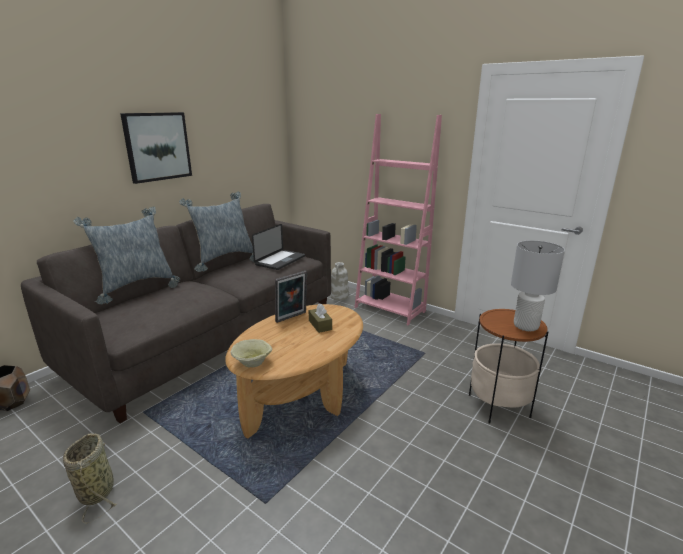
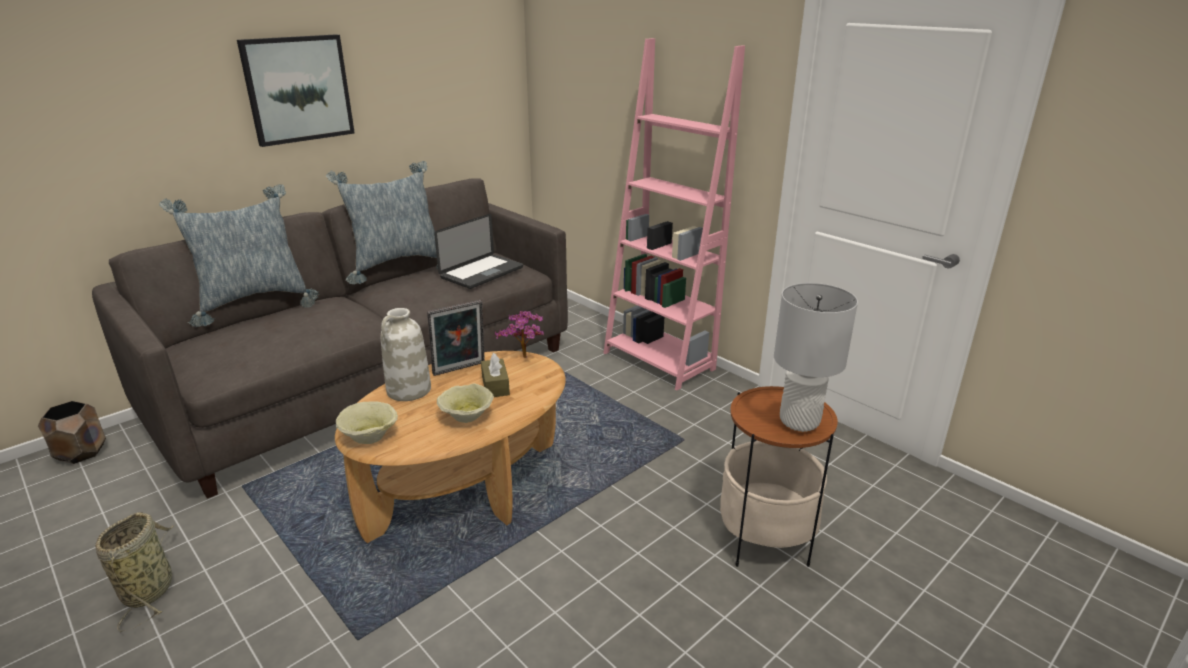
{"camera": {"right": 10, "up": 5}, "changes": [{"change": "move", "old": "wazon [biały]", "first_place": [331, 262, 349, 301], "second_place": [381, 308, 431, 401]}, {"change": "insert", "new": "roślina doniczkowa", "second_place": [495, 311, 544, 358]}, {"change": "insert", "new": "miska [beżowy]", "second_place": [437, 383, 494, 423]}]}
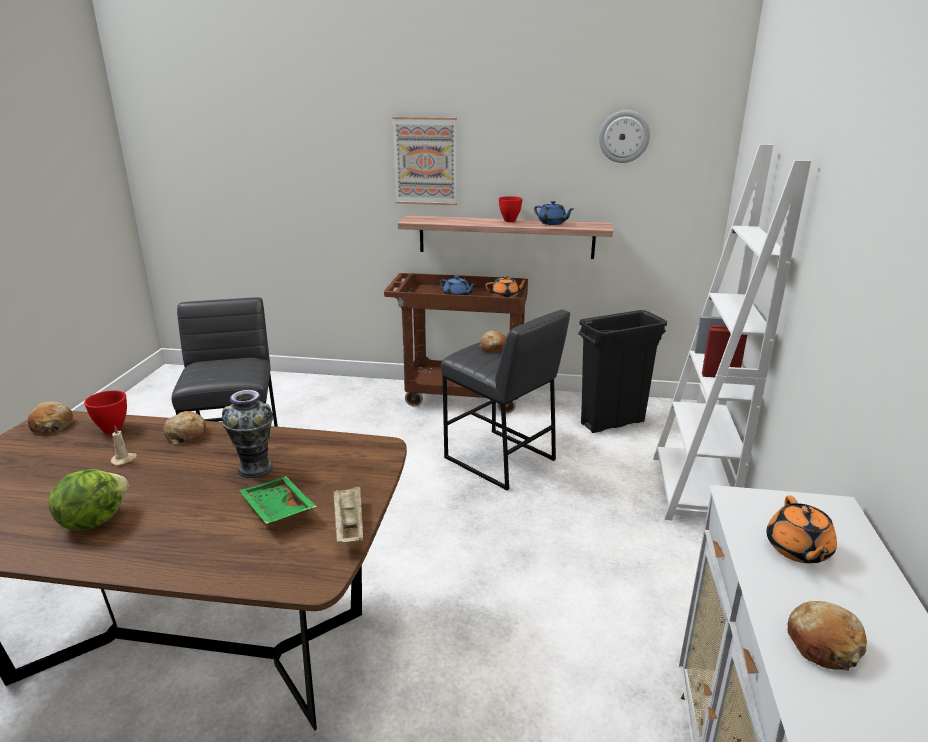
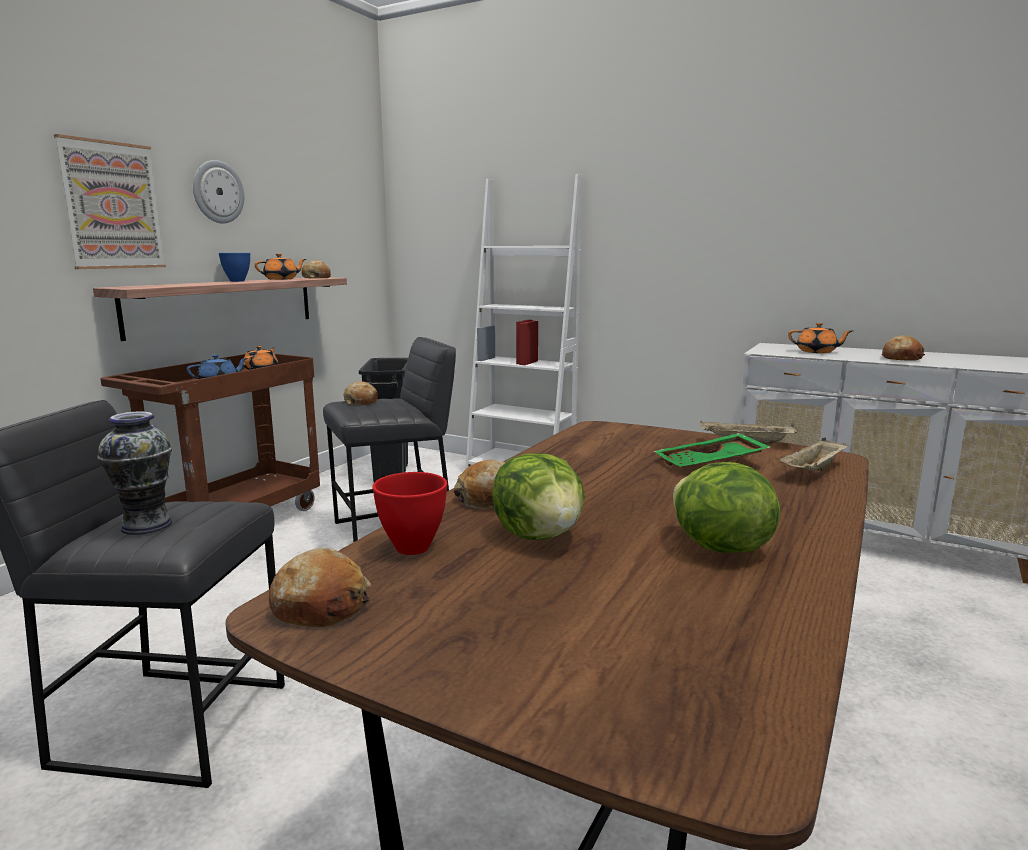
{"camera": {"right": -70, "up": -10}, "changes": [{"change": "move", "old": "zegar ścienny", "first_place": [599, 110, 650, 163], "second_place": [193, 160, 244, 223]}, {"change": "recolor", "old": "miska [czerwony]", "new": "miska [niebieski]", "first_place": [499, 196, 523, 222], "second_place": [219, 253, 250, 282]}, {"change": "recolor", "old": "imbryk [niebieski]", "new": "imbryk [pomarańczowy]", "first_place": [534, 201, 574, 225], "second_place": [255, 253, 306, 280]}, {"change": "move", "old": "wazon", "first_place": [222, 390, 273, 478], "second_place": [97, 412, 172, 535]}, {"change": "replace", "old": "świeca [beżowy]", "new": "sałata", "first_place": [110, 426, 137, 466], "second_place": [492, 453, 585, 540]}, {"change": "insert", "new": "chleb", "second_place": [302, 260, 331, 278]}, {"change": "insert", "new": "taca [beżowy]", "second_place": [779, 438, 848, 471]}]}
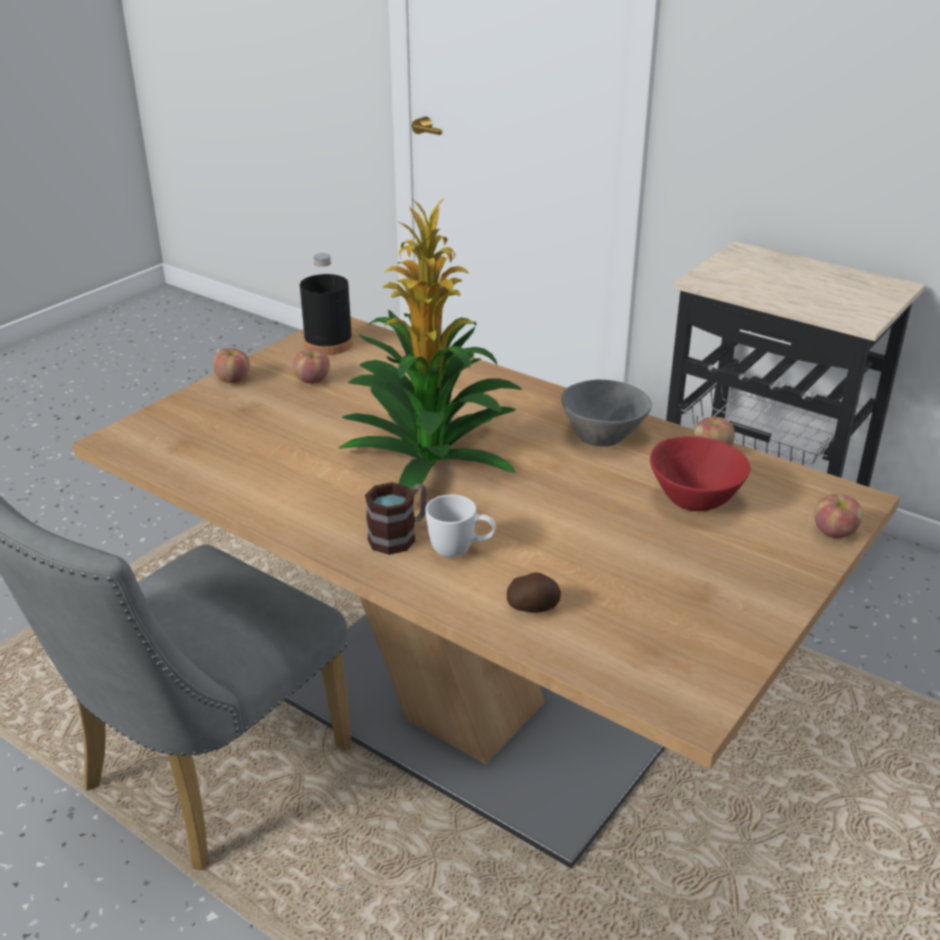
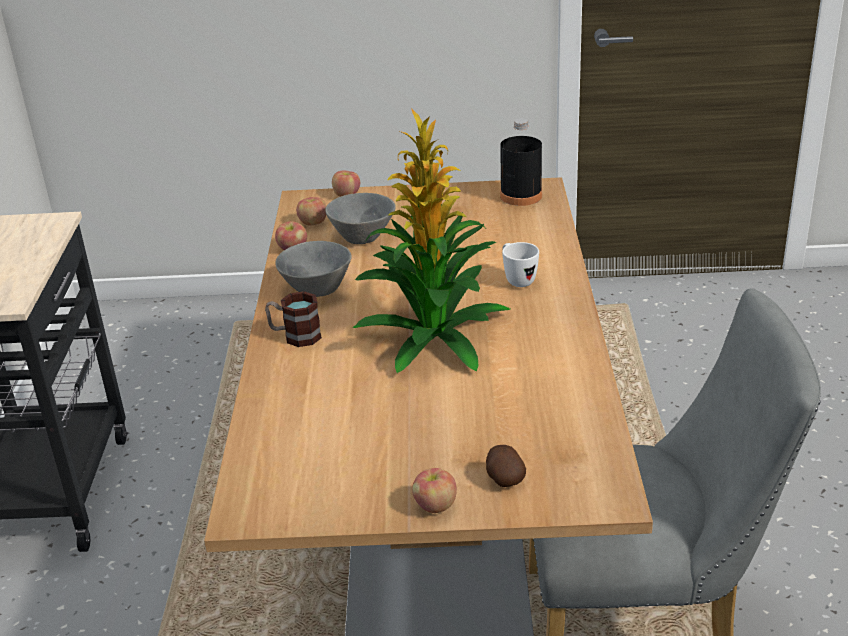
{"camera": {"right": -125, "up": 0}, "changes": [{"change": "move", "old": "butelka [czarny]", "first_place": [300, 253, 353, 355], "second_place": [500, 118, 542, 206]}, {"change": "move", "old": "jabłko", "first_place": [293, 348, 330, 384], "second_place": [296, 197, 326, 226]}, {"change": "recolor", "old": "miska [czerwony]", "new": "miska [szary]", "first_place": [650, 436, 751, 511], "second_place": [325, 193, 396, 244]}, {"change": "move", "old": "kubek", "first_place": [365, 482, 427, 555], "second_place": [265, 291, 322, 347]}, {"change": "move", "old": "ziemniak", "first_place": [507, 572, 561, 613], "second_place": [486, 445, 526, 487]}]}
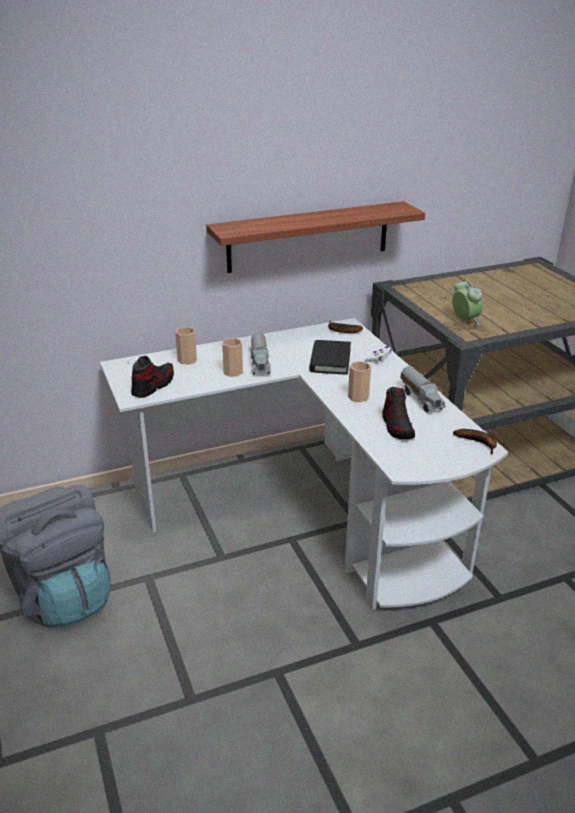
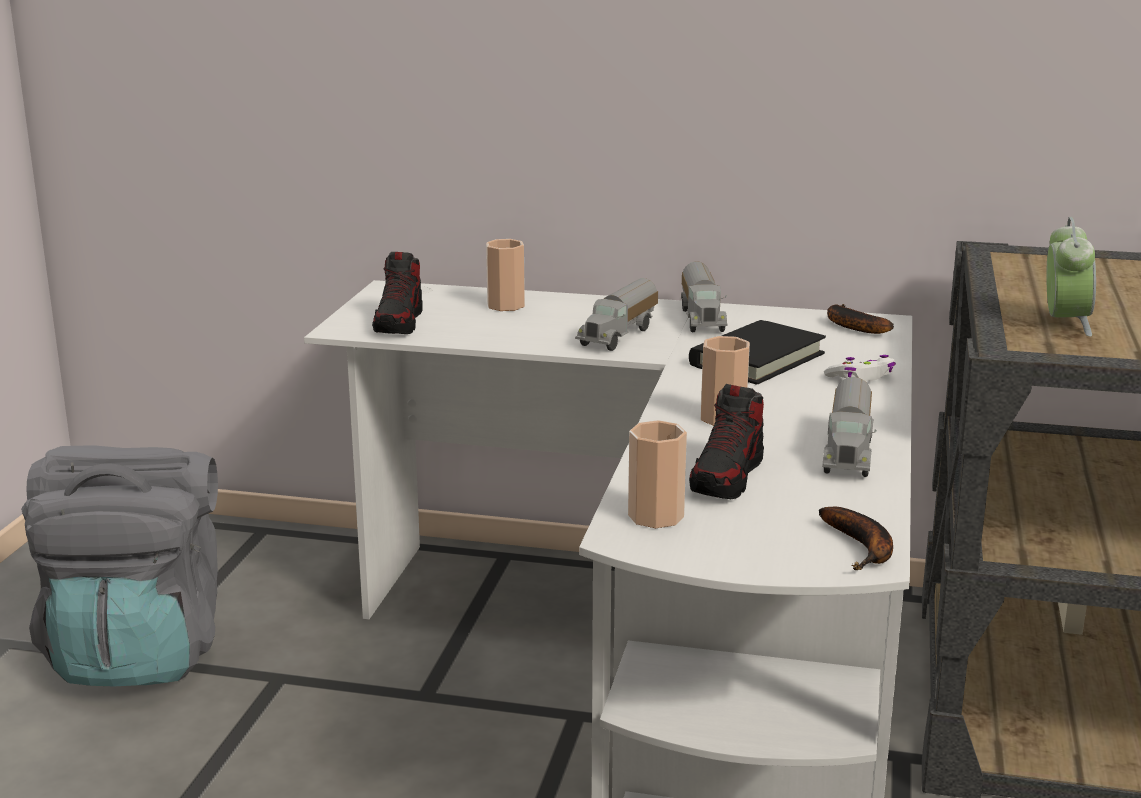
{"camera": {"right": 35, "up": -10}, "changes": [{"change": "delete", "old": "półka", "first_place": [206, 201, 425, 273]}, {"change": "move", "old": "filiżanka", "first_place": [222, 338, 243, 377], "second_place": [628, 420, 687, 528]}, {"change": "rotate", "old": "but", "first_place": [131, 356, 174, 398], "second_place": [372, 252, 423, 334], "degrees": 120}, {"change": "insert", "new": "ciężarówka zabawkowa", "second_place": [681, 261, 727, 332]}]}
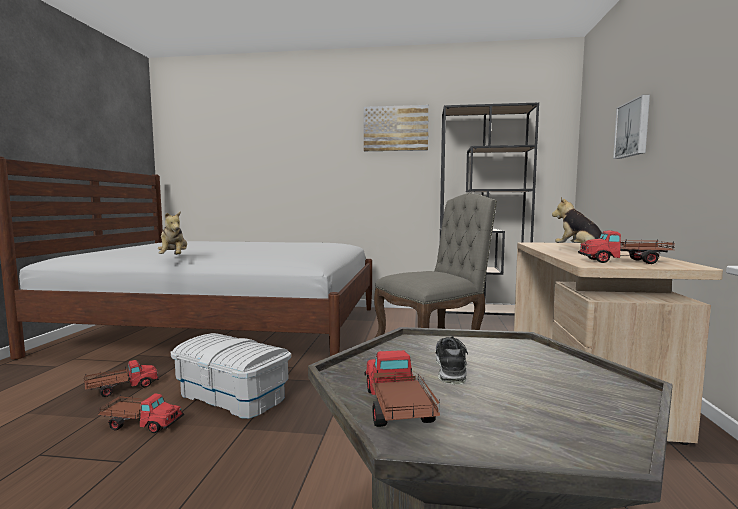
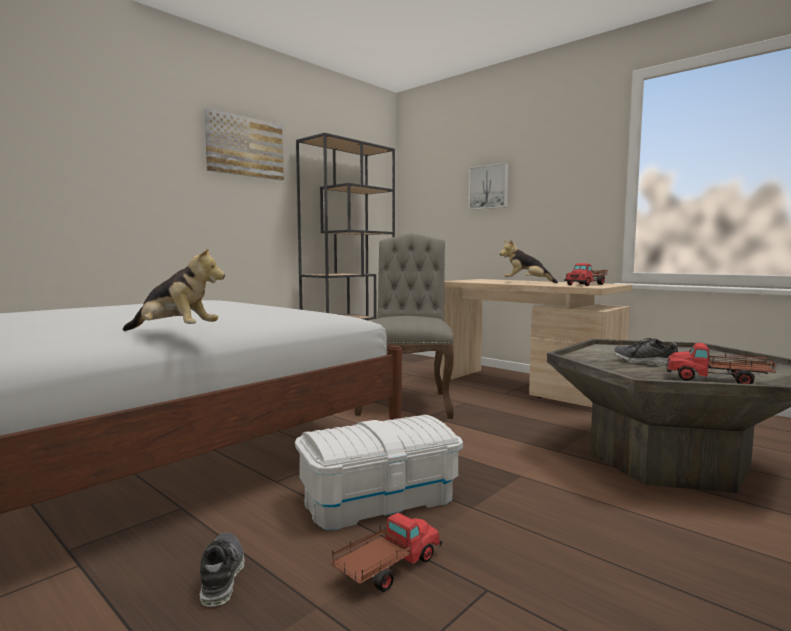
{"camera": {"right": -55, "up": 0}, "changes": [{"change": "replace", "old": "ciężarówka zabawkowa", "new": "but", "first_place": [84, 360, 159, 397], "second_place": [200, 532, 245, 607]}]}
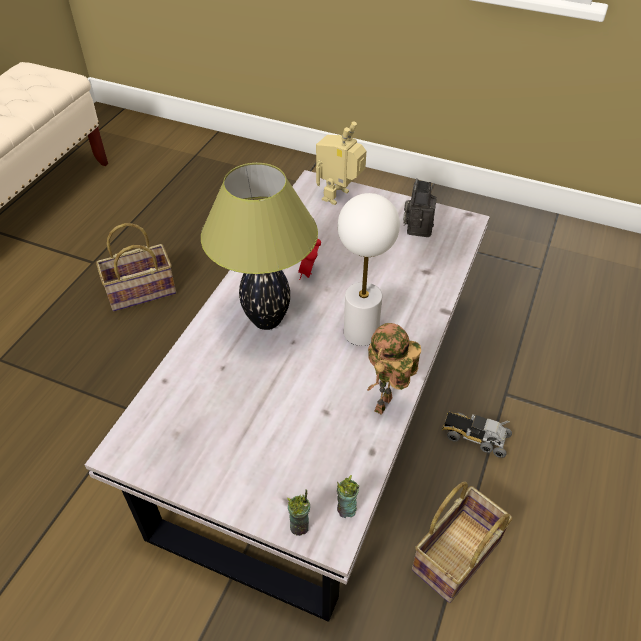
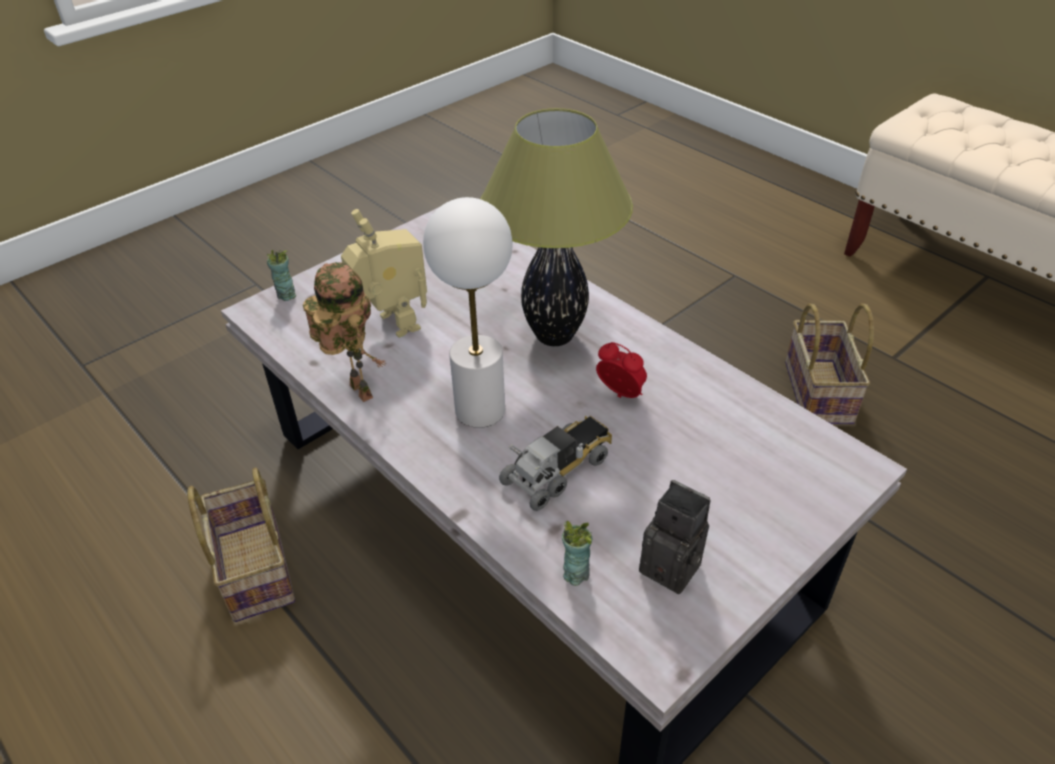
{"camera": {"right": 115, "up": -5}, "changes": [{"change": "move", "old": "robot zabawkowy", "first_place": [316, 122, 366, 205], "second_place": [341, 209, 427, 338]}, {"change": "move", "old": "ciężarówka zabawkowa", "first_place": [442, 411, 512, 458], "second_place": [499, 416, 612, 511]}, {"change": "move", "old": "filiżanka", "first_place": [337, 475, 359, 518], "second_place": [562, 521, 592, 586]}]}
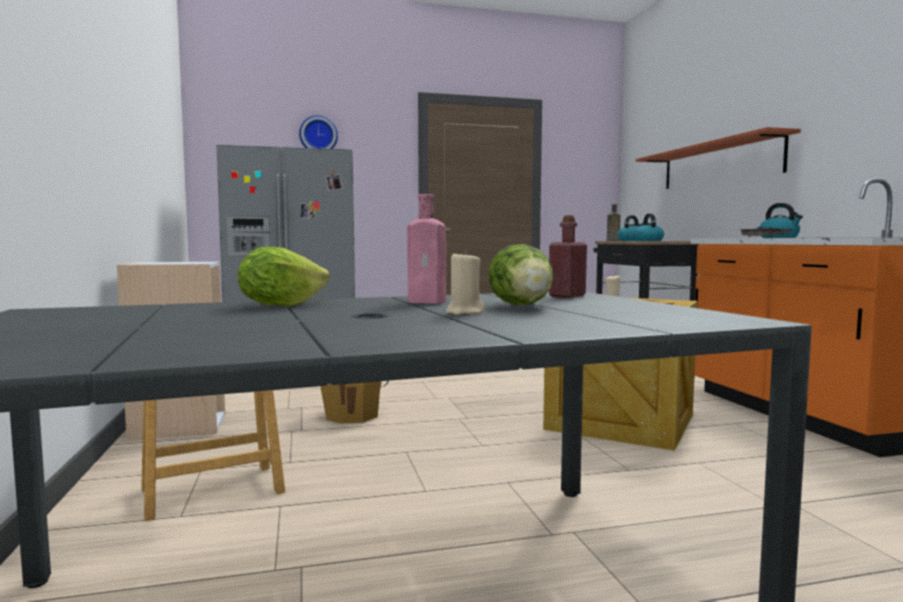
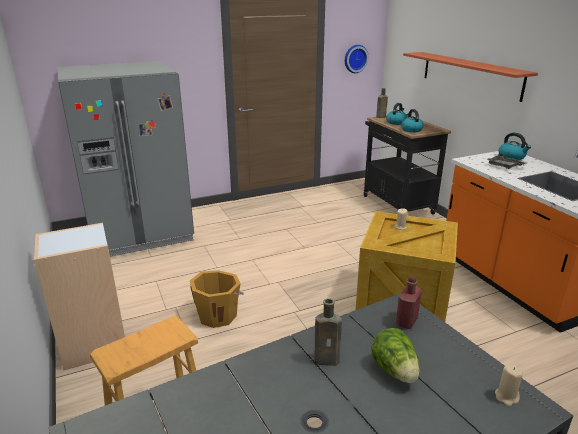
{"camera": {"right": -10, "up": 20}, "changes": [{"change": "move", "old": "zegar ścienny", "first_place": [299, 115, 338, 149], "second_place": [345, 45, 369, 73]}, {"change": "recolor", "old": "butelka [różowy]", "new": "butelka [brązowy]", "first_place": [407, 194, 446, 304], "second_place": [314, 298, 342, 366]}, {"change": "delete", "old": "sałata", "first_place": [238, 246, 330, 307]}, {"change": "move", "old": "świeca [beżowy]", "first_place": [446, 250, 485, 315], "second_place": [495, 365, 523, 406]}]}
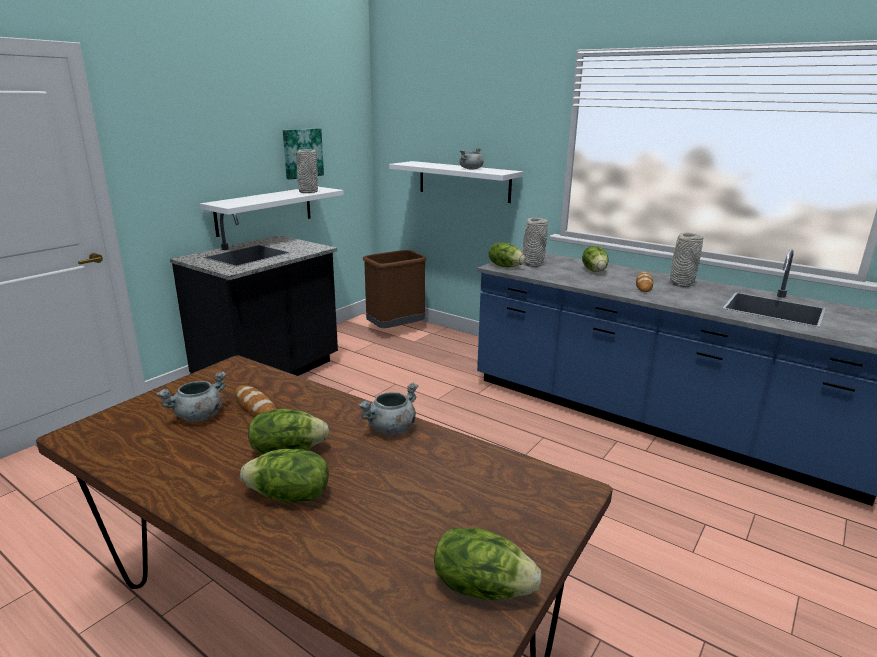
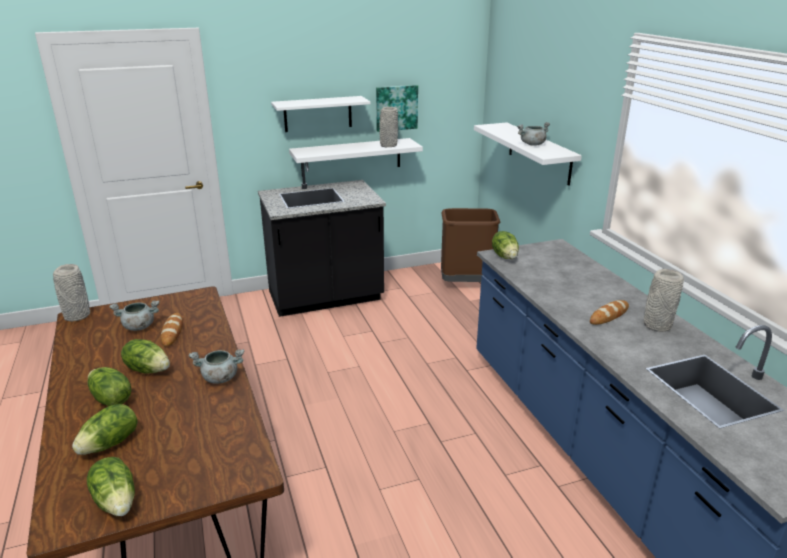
{"camera": {"right": 35, "up": 5}, "changes": [{"change": "move", "old": "wazon [szary]", "first_place": [523, 218, 548, 267], "second_place": [53, 264, 90, 322]}, {"change": "move", "old": "sałata", "first_place": [582, 246, 609, 272], "second_place": [72, 404, 137, 455]}, {"change": "insert", "new": "półka [biały]", "second_place": [271, 96, 370, 132]}]}
